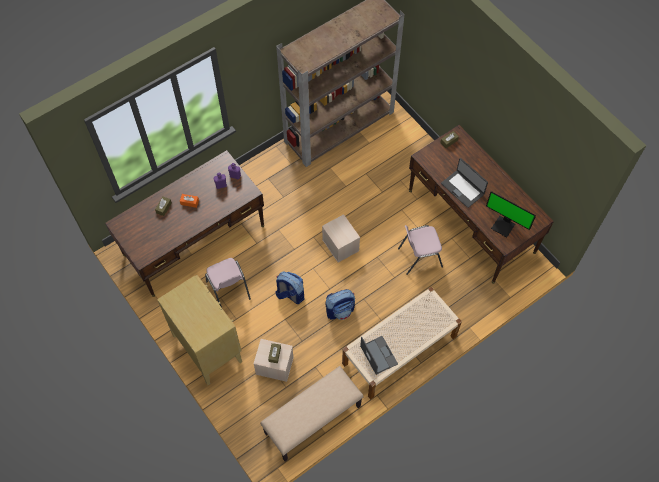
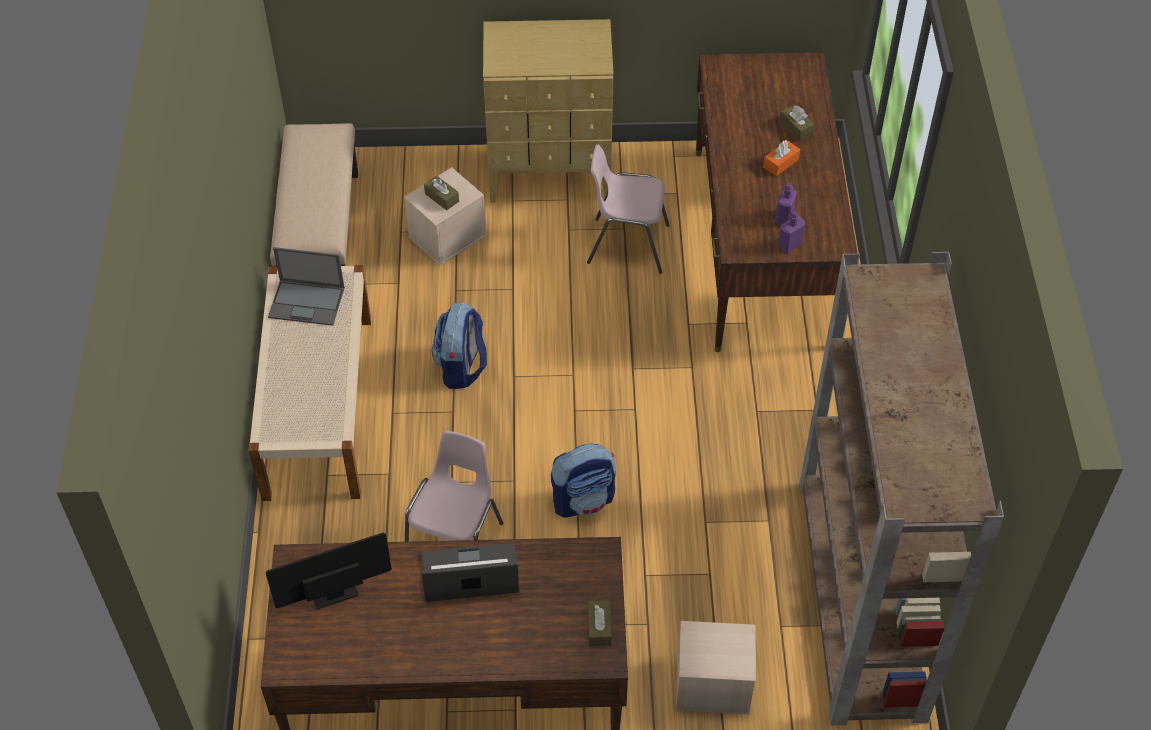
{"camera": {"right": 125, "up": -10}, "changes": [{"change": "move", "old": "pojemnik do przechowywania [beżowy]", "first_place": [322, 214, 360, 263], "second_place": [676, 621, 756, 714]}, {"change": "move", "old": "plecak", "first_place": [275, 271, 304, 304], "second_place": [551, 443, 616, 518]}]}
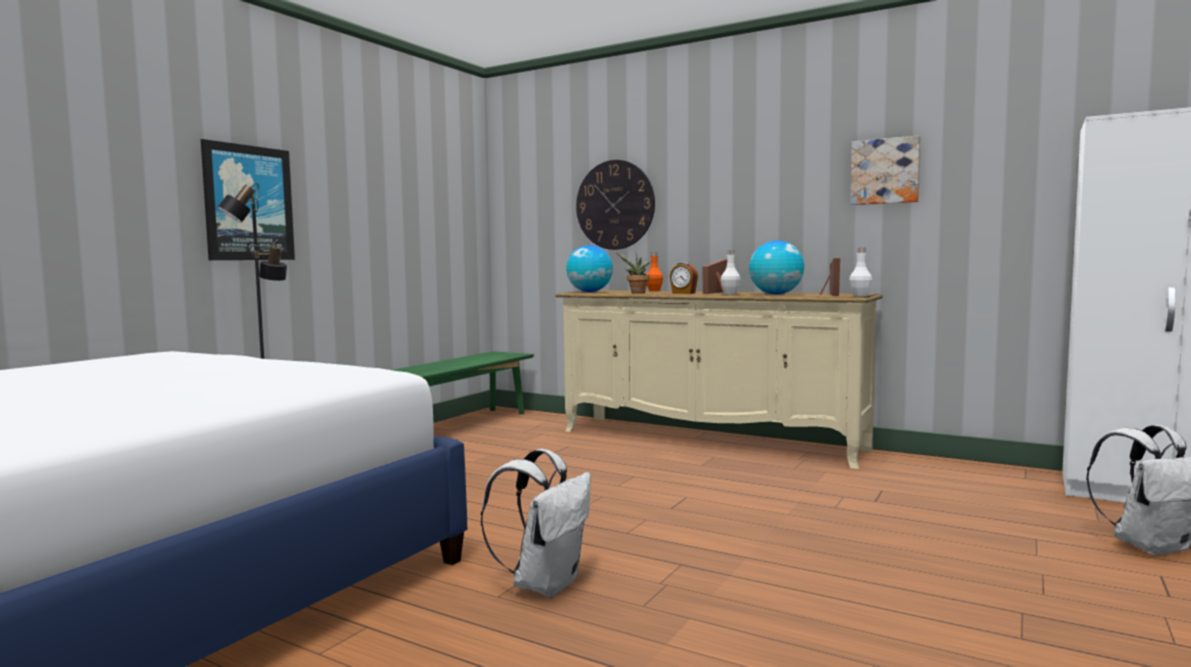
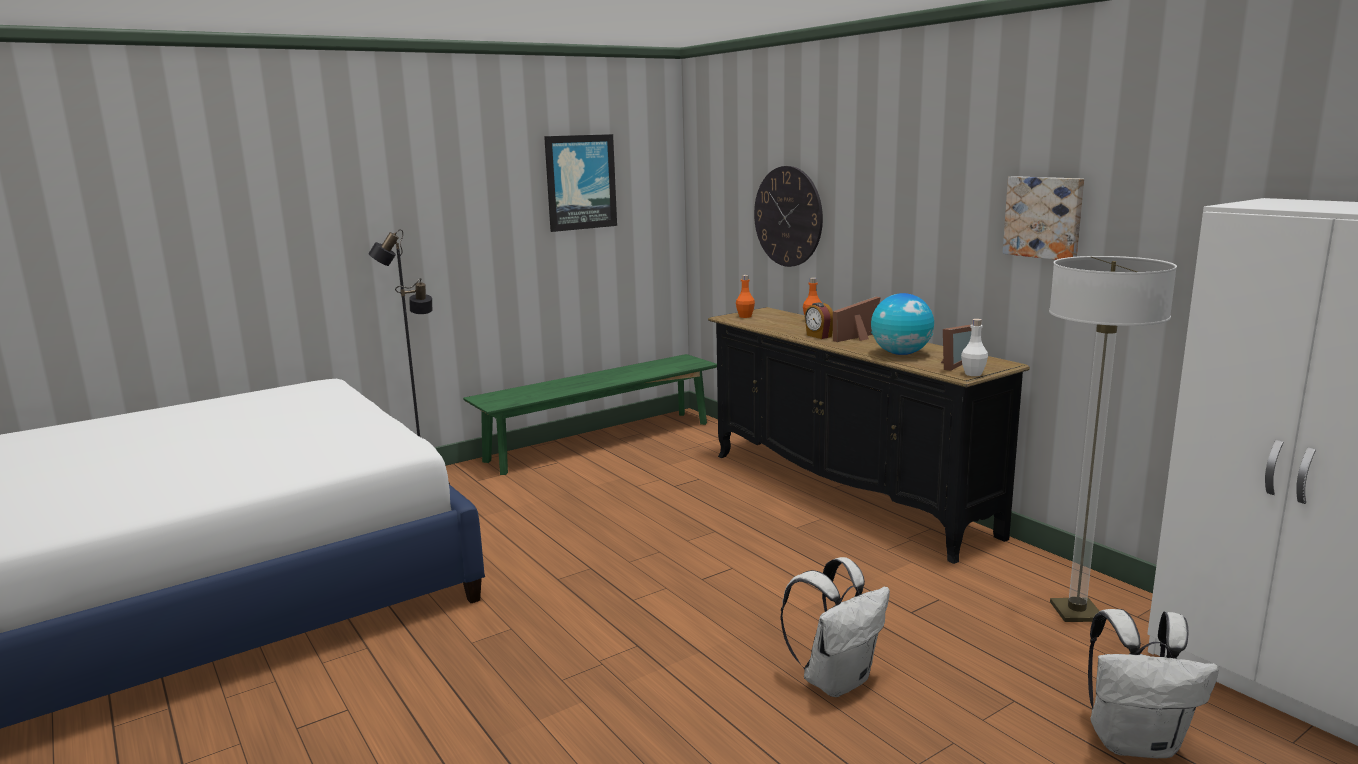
{"camera": {"right": 25, "up": 10}, "changes": [{"change": "move", "old": "obraz", "first_place": [201, 139, 295, 260], "second_place": [544, 134, 617, 232]}, {"change": "replace", "old": "globus", "new": "butelka [pomarańczowy]", "first_place": [566, 245, 613, 292], "second_place": [736, 275, 755, 318]}, {"change": "delete", "old": "butelka [biały]", "first_place": [721, 250, 741, 295]}, {"change": "delete", "old": "roślina doniczkowa", "first_place": [616, 252, 653, 294]}, {"change": "recolor", "old": "komoda [beżowy]", "new": "komoda [czarny]", "first_place": [555, 290, 883, 469], "second_place": [708, 307, 1030, 564]}, {"change": "move", "old": "plecak [biały]", "first_place": [481, 449, 591, 597], "second_place": [780, 557, 890, 697]}, {"change": "insert", "new": "lampa stojąca", "second_place": [1049, 256, 1177, 622]}]}
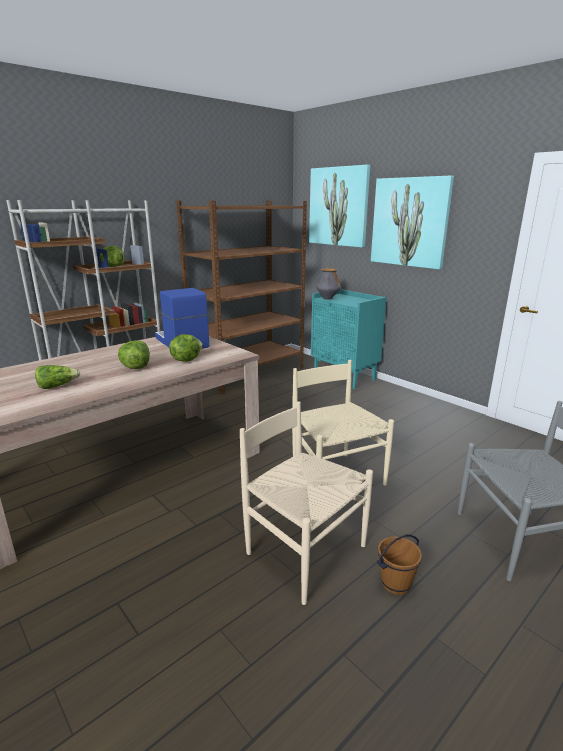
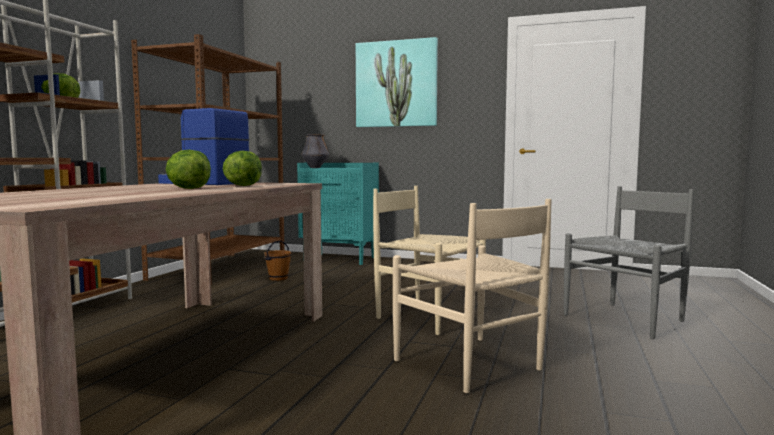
{"camera": {"right": -30, "up": -15}, "changes": [{"change": "delete", "old": "obraz", "first_place": [309, 165, 370, 248]}, {"change": "delete", "old": "sałata", "first_place": [35, 365, 80, 389]}, {"change": "rotate", "old": "krzesło [beżowy]", "first_place": [240, 401, 373, 605], "second_place": [393, 199, 552, 393], "degrees": -135}, {"change": "move", "old": "wiadro [brązowy]", "first_place": [377, 534, 422, 595], "second_place": [264, 241, 292, 281]}]}
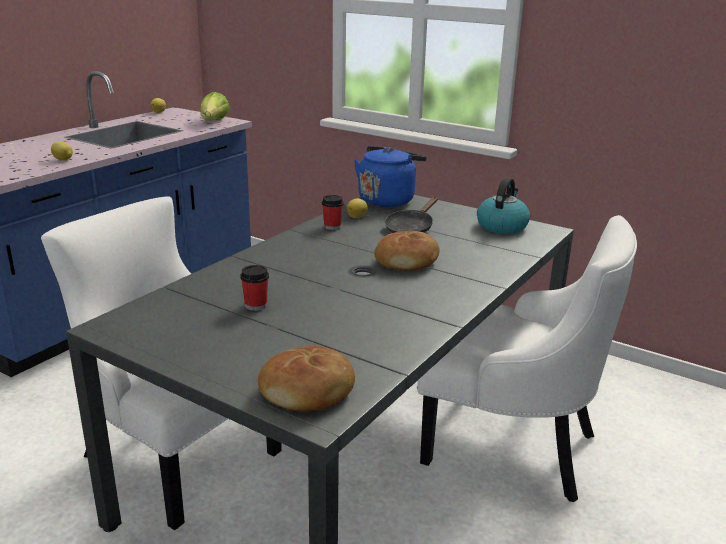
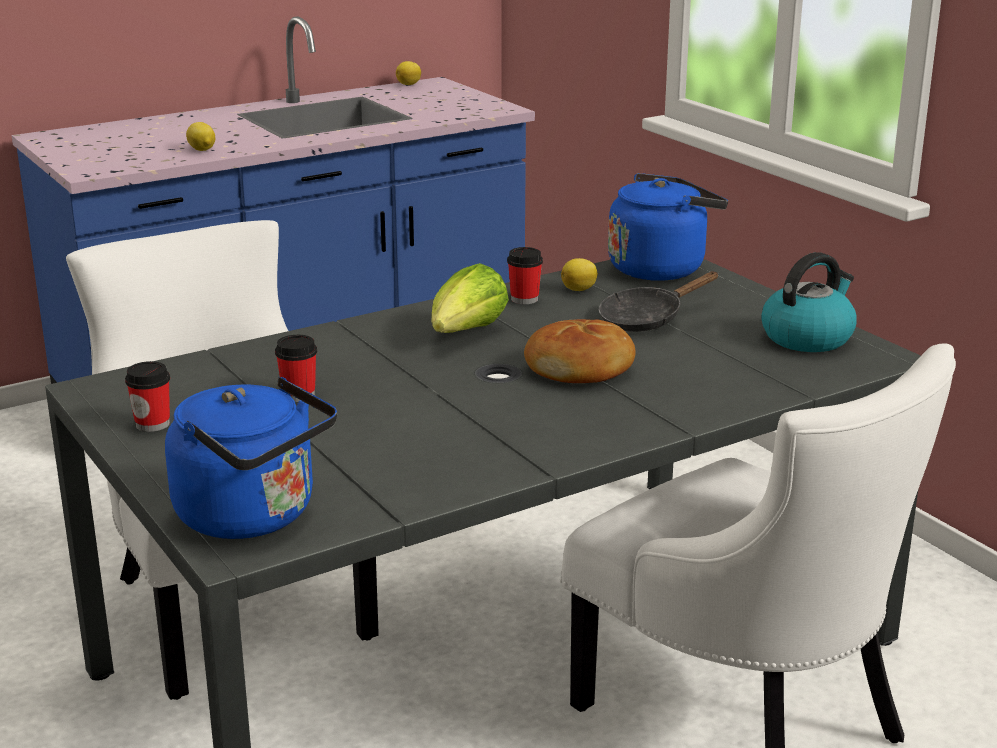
{"camera": {"right": 25, "up": 0}, "changes": [{"change": "move", "old": "sałata", "first_place": [200, 92, 229, 120], "second_place": [431, 263, 509, 333]}, {"change": "replace", "old": "chleb", "new": "czajnik [niebieski]", "first_place": [258, 346, 355, 411], "second_place": [165, 377, 337, 539]}, {"change": "insert", "new": "filiżanka", "second_place": [125, 361, 170, 432]}]}
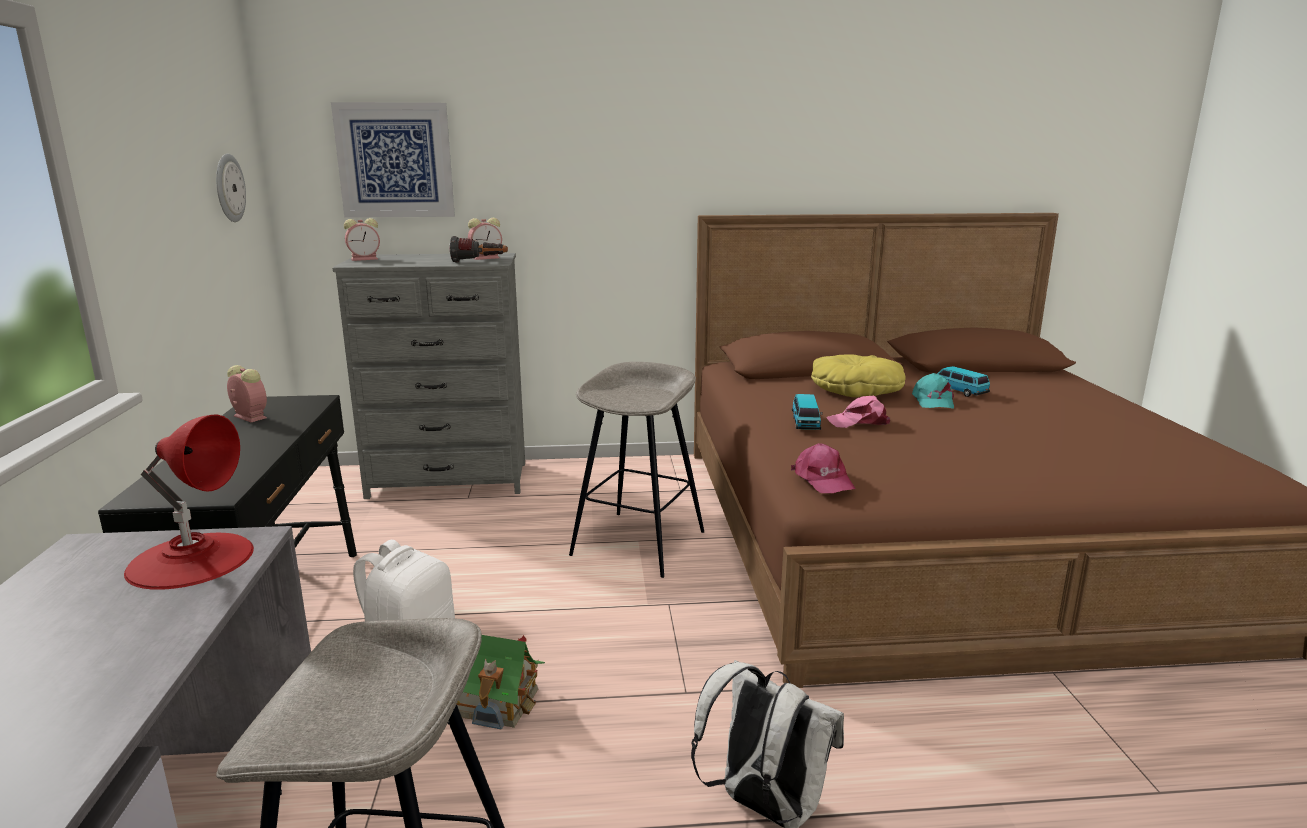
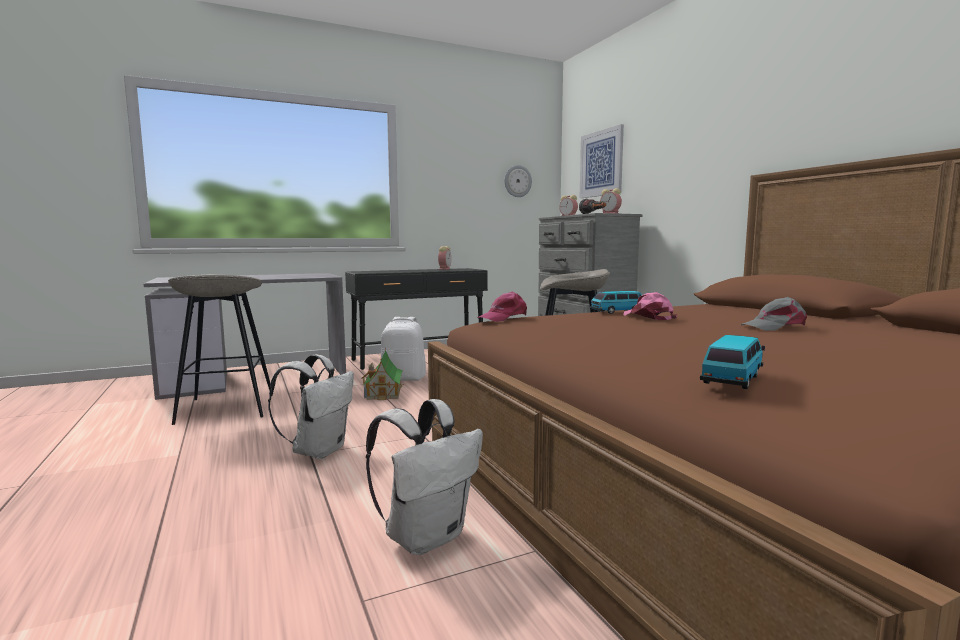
{"camera": {"right": 70, "up": -10}, "changes": [{"change": "delete", "old": "poduszka [żółty]", "first_place": [811, 354, 906, 397]}, {"change": "move", "old": "samochodzik", "first_place": [937, 366, 990, 397], "second_place": [700, 335, 765, 389]}, {"change": "recolor", "old": "czapka z daszkiem [turkusowy]", "new": "czapka z daszkiem [szary]", "first_place": [912, 373, 954, 409], "second_place": [740, 297, 807, 331]}, {"change": "delete", "old": "lampa stołowa [czerwony]", "first_place": [124, 415, 254, 590]}, {"change": "insert", "new": "plecak [biały]", "second_place": [366, 399, 483, 555]}]}
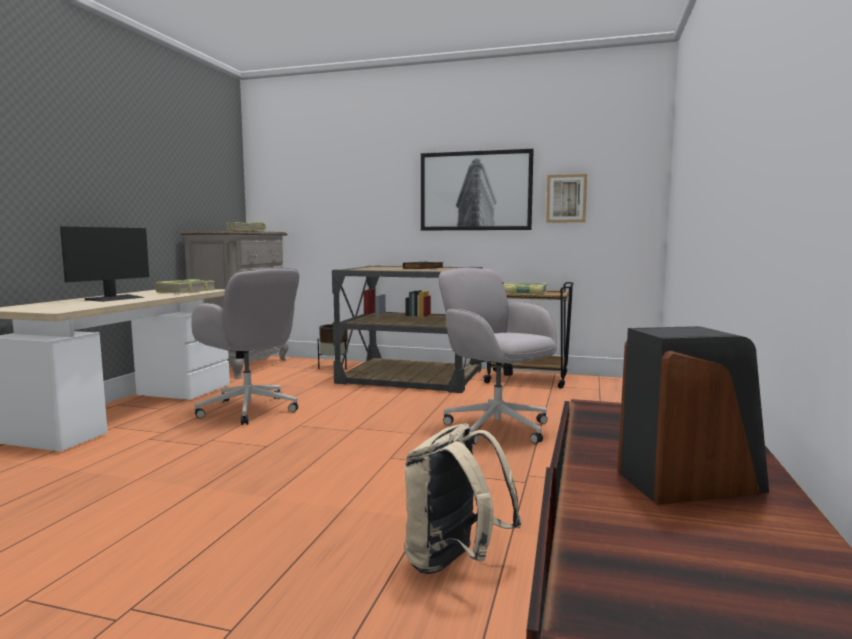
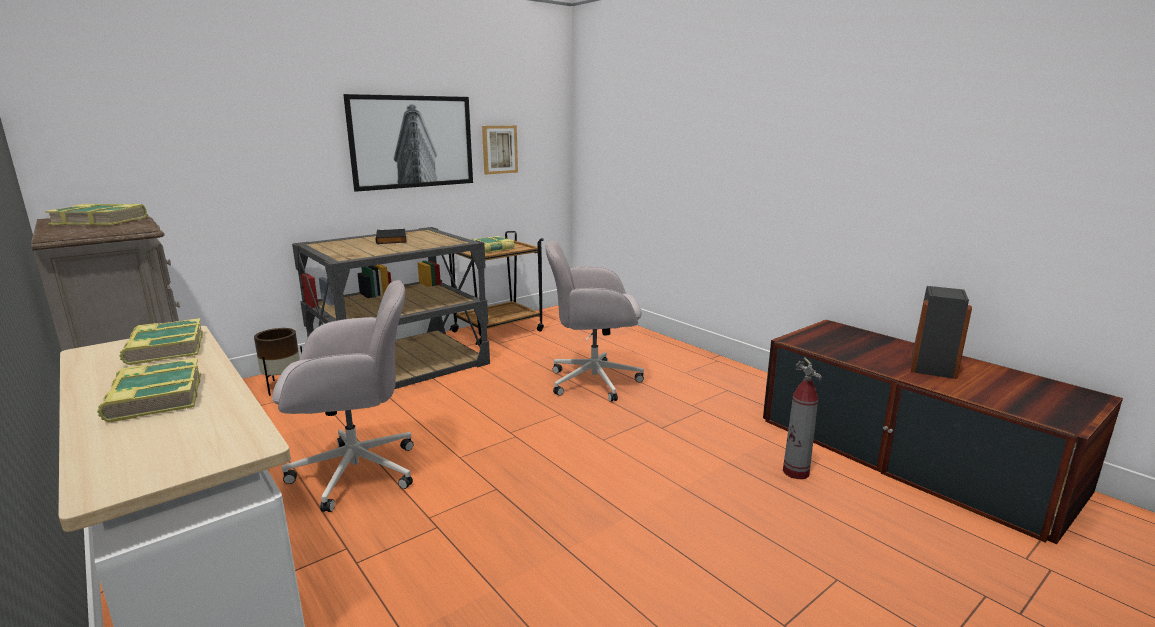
{"camera": {"right": -55, "up": 10}, "changes": [{"change": "replace", "old": "monitor", "new": "książka", "first_place": [60, 226, 149, 302], "second_place": [97, 358, 201, 423]}, {"change": "replace", "old": "plecak [beżowy]", "new": "gaśnica", "first_place": [405, 424, 521, 574], "second_place": [783, 357, 822, 479]}]}
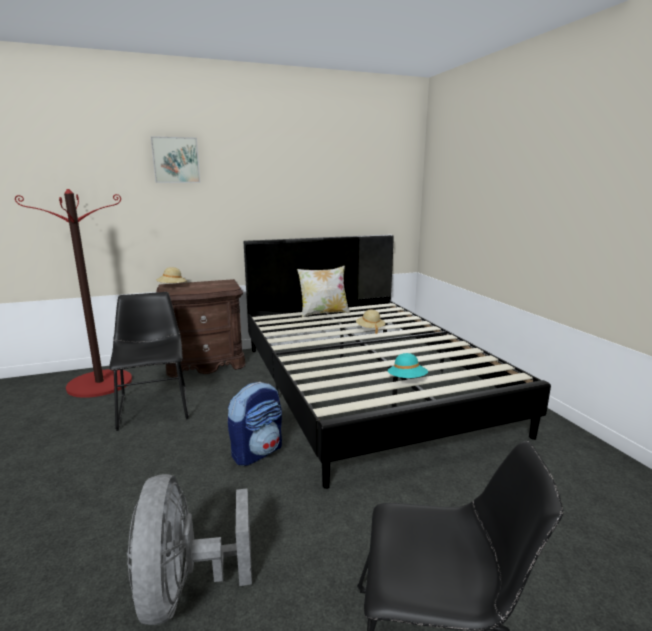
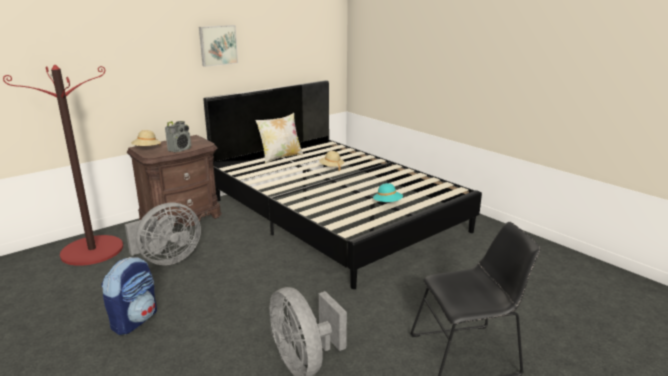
{"camera": {"right": -20, "up": 5}, "changes": [{"change": "move", "old": "obraz", "first_place": [151, 136, 200, 183], "second_place": [199, 25, 238, 67]}, {"change": "replace", "old": "krzesło [czarny]", "new": "wentylator [szary]", "first_place": [109, 292, 189, 431], "second_place": [125, 203, 201, 265]}, {"change": "move", "old": "plecak", "first_place": [228, 382, 282, 466], "second_place": [101, 257, 157, 335]}, {"change": "insert", "new": "radio", "second_place": [165, 121, 191, 152]}]}
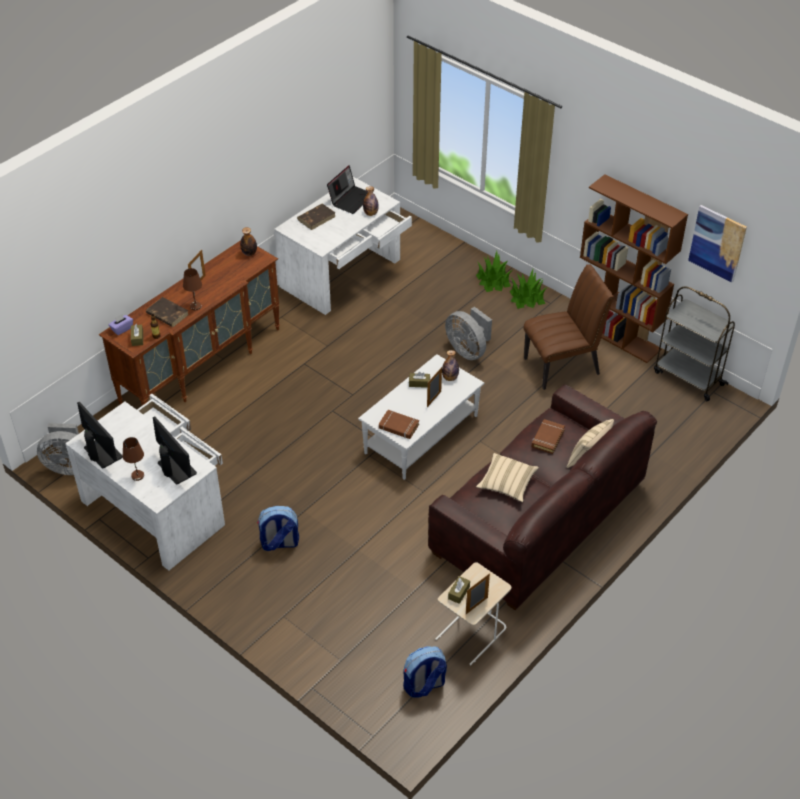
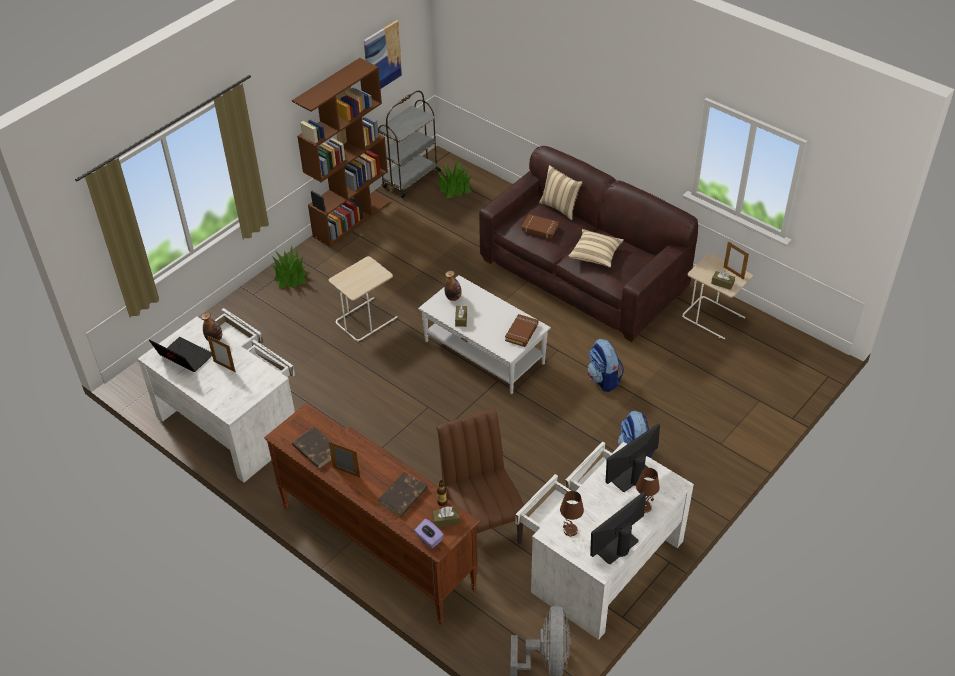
{"camera": {"right": -90, "up": 0}, "changes": [{"change": "move", "old": "książka [brązowy]", "first_place": [297, 204, 336, 230], "second_place": [292, 427, 332, 469]}, {"change": "delete", "old": "butelka", "first_place": [240, 227, 257, 256]}, {"change": "move", "old": "roślina doniczkowa", "first_place": [476, 251, 512, 292], "second_place": [437, 158, 472, 198]}, {"change": "move", "old": "krzesło [brązowy]", "first_place": [523, 264, 614, 390], "second_place": [436, 408, 524, 544]}, {"change": "move", "old": "lampa stołowa [brązowy]", "first_place": [183, 268, 202, 310], "second_place": [560, 491, 584, 536]}, {"change": "replace", "old": "wentylator [szary]", "new": "stolik [beżowy]", "first_place": [445, 307, 492, 360], "second_place": [329, 256, 398, 342]}, {"change": "move", "old": "ramka na zdjęcie", "first_place": [427, 367, 442, 407], "second_place": [207, 335, 235, 372]}, {"change": "move", "old": "plecak", "first_place": [403, 646, 447, 698], "second_place": [587, 339, 624, 392]}]}
